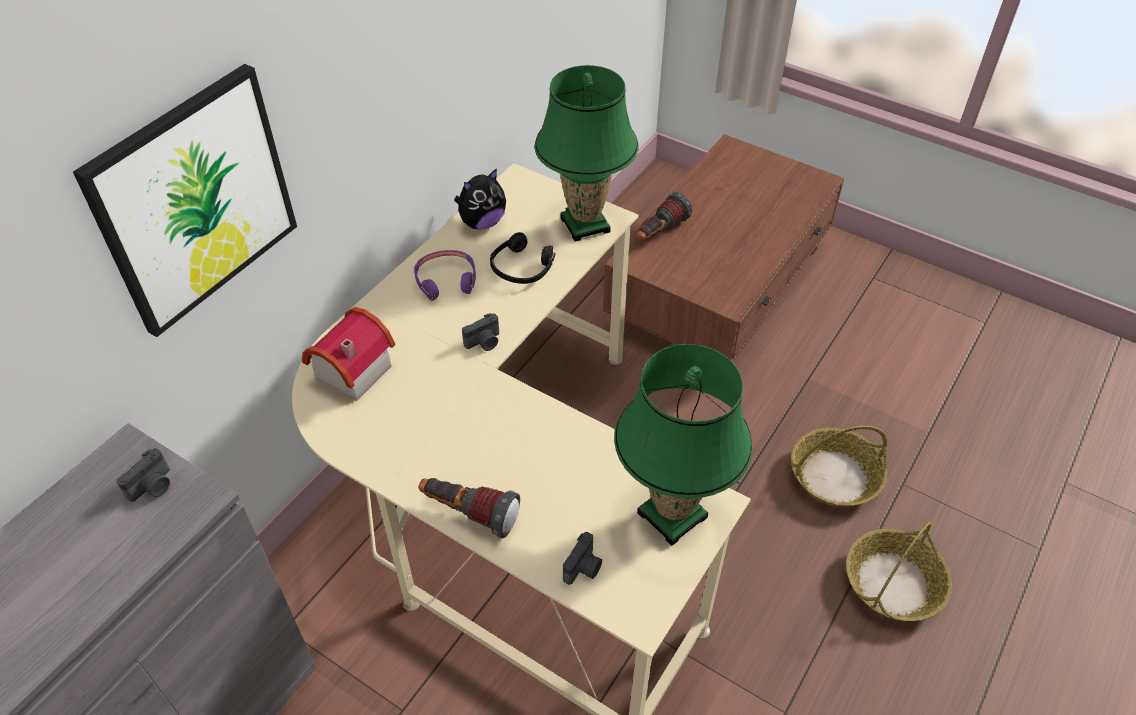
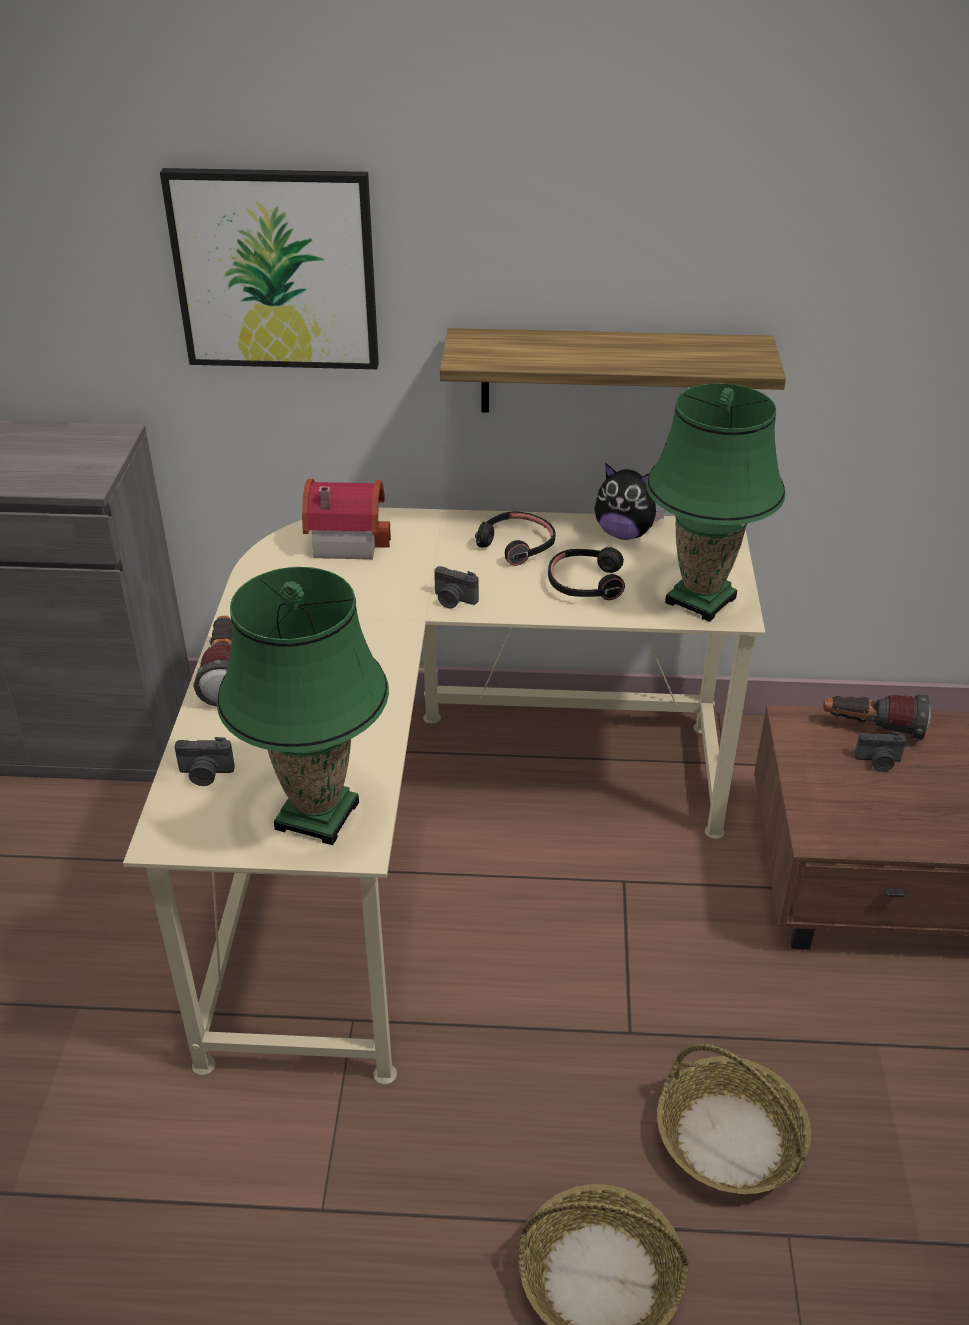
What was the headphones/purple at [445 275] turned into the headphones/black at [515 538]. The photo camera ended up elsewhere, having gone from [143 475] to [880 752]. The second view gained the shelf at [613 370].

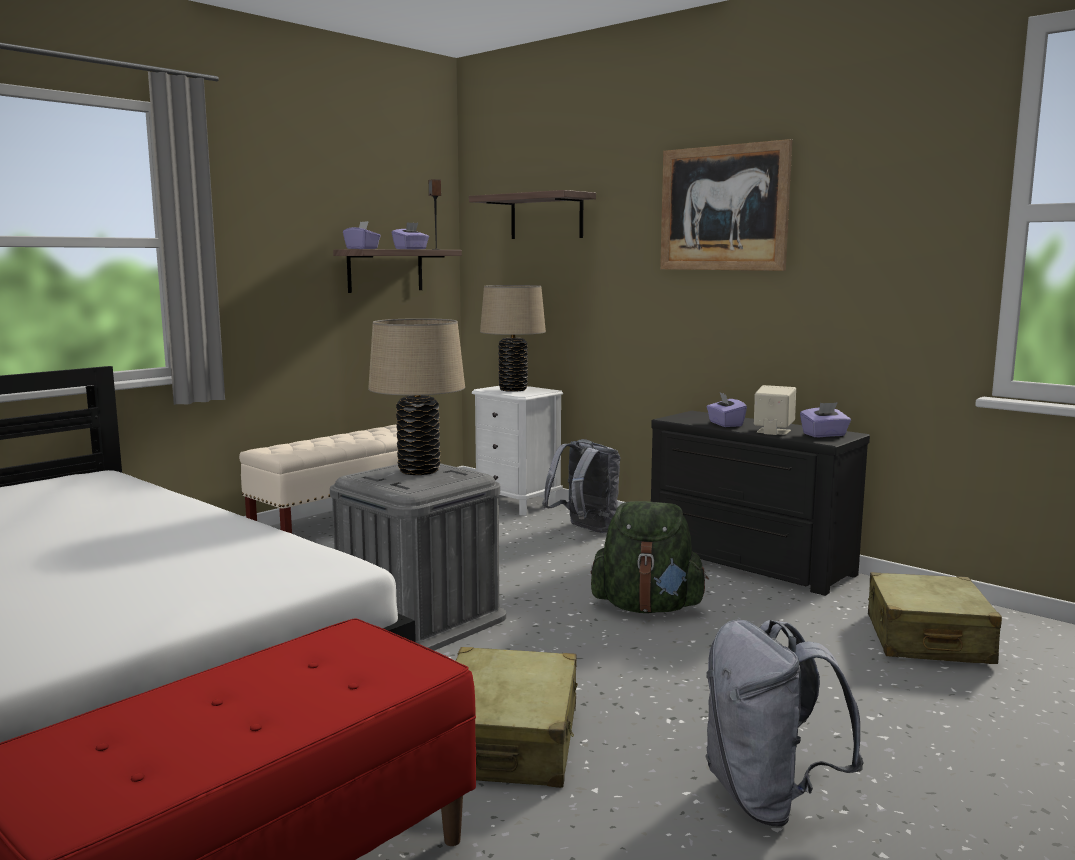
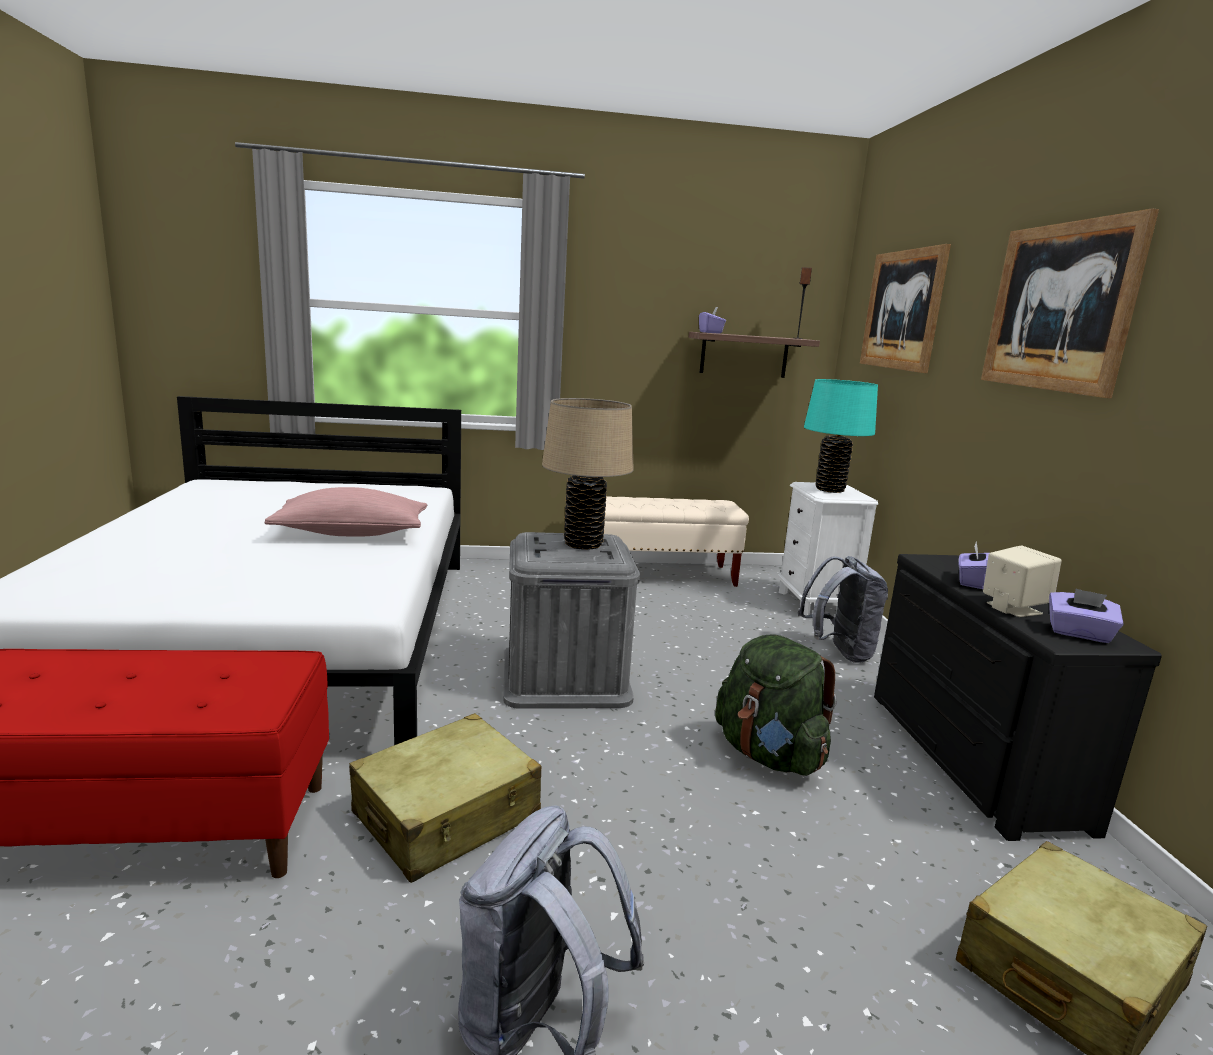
Where the shelf hung at [532 214], the picture came to hang at [905 308]. The second view lost the tissue box/purple at [410 235]. What was the table lamp/beige at [513 338] turned into the table lamp/turquoise at [841 436]. The second view gained the pillow/pink at [345 512].

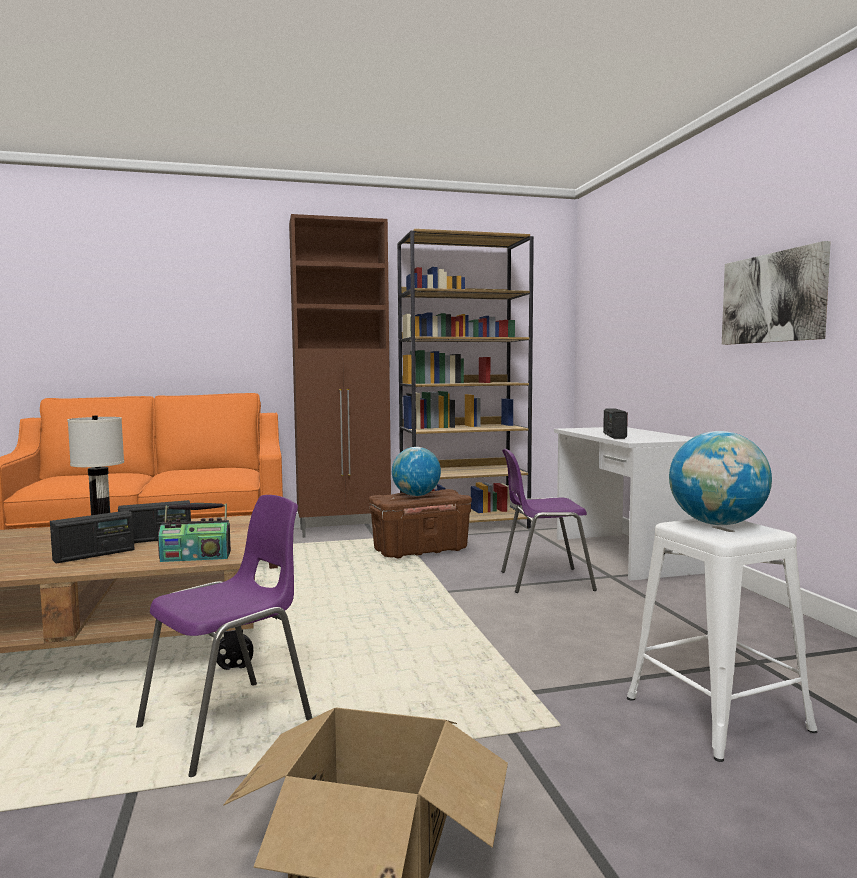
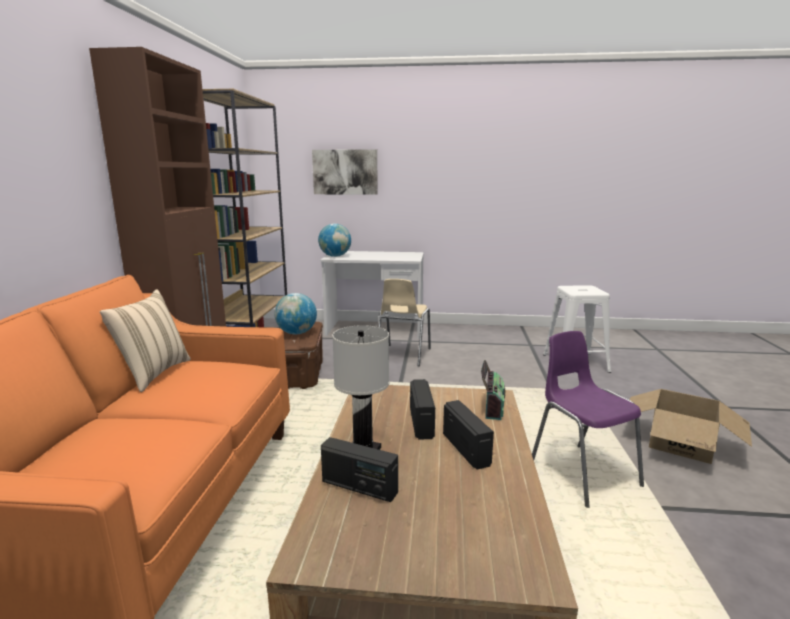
The picture ended up elsewhere, having gone from [776 293] to [345 172]. The radio ended up elsewhere, having gone from [615 423] to [359 469]. The globe ended up elsewhere, having gone from [720 478] to [334 240]. What was the chair/purple at [549 521] turned into the chair/beige at [404 322]. The second view gained the pillow/beige at [145 340].

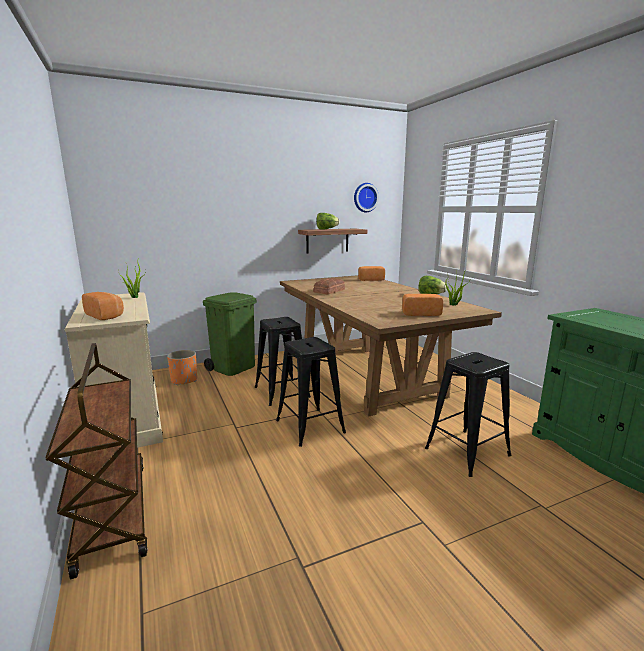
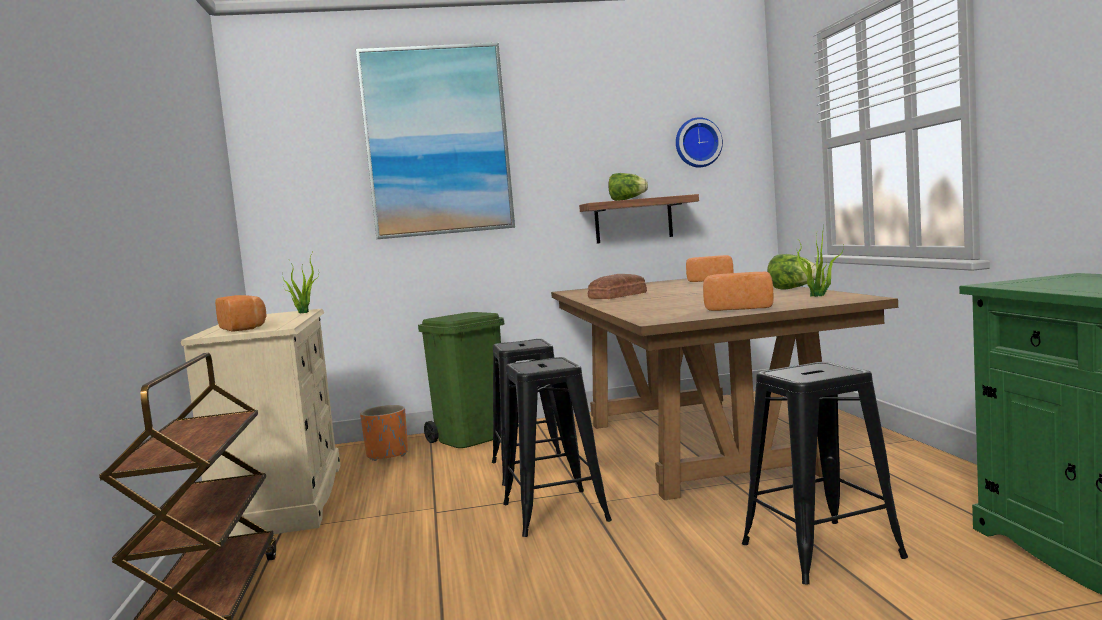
The second view gained the picture at [435 140].

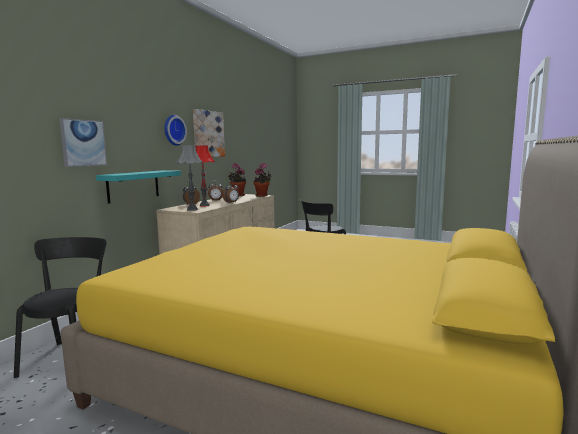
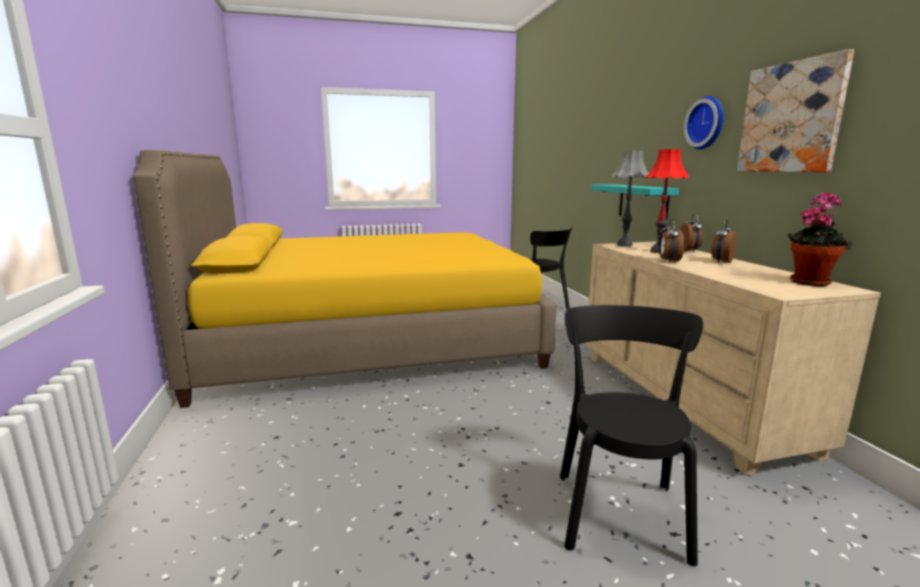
The second view lost the picture at [83 142]. The second view lost the potted plant at [263 180].

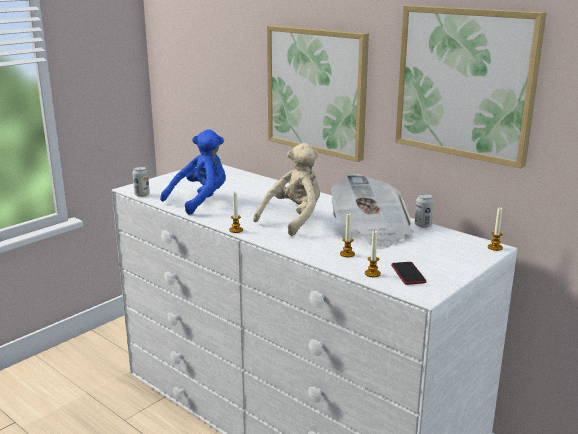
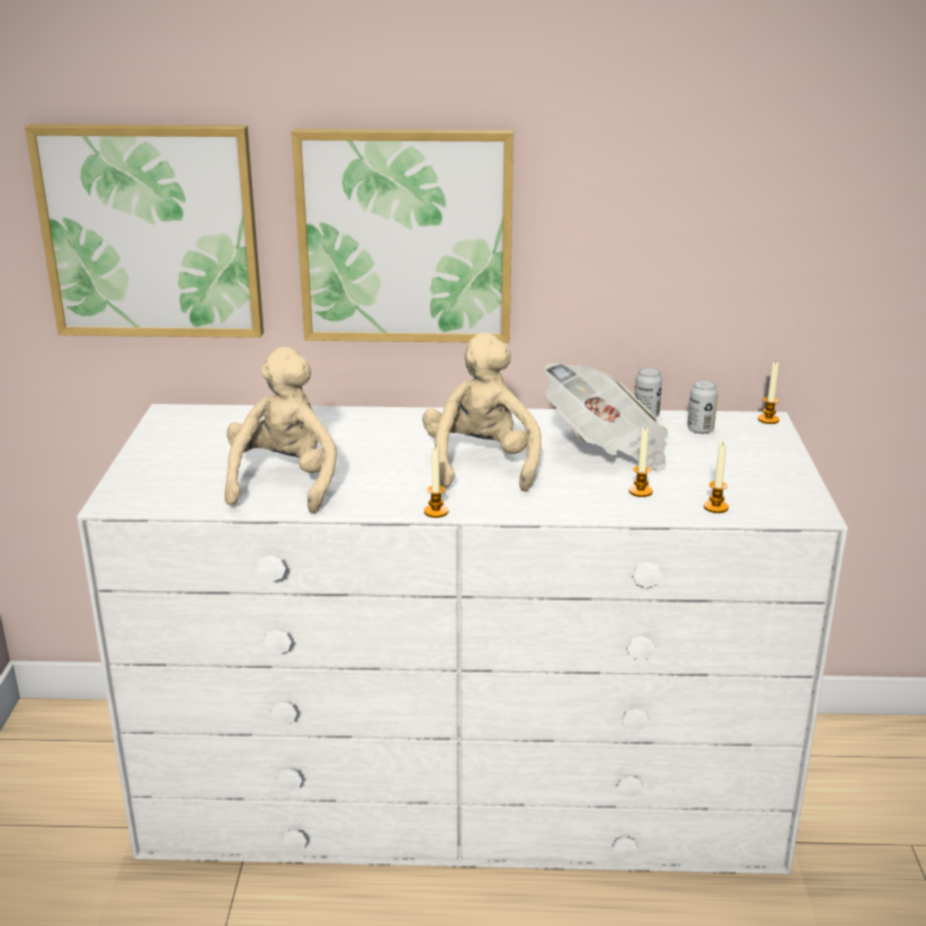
The picture ended up elsewhere, having gone from [471 86] to [144 231]. What was the plush toy/blue at [193 172] turned into the plush toy/beige at [281 430]. The can ended up elsewhere, having gone from [141 182] to [702 407]. The second view lost the phone at [409 273].

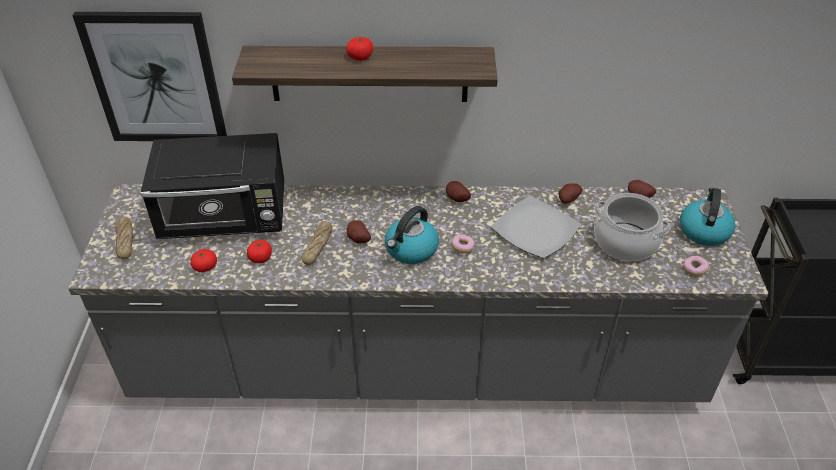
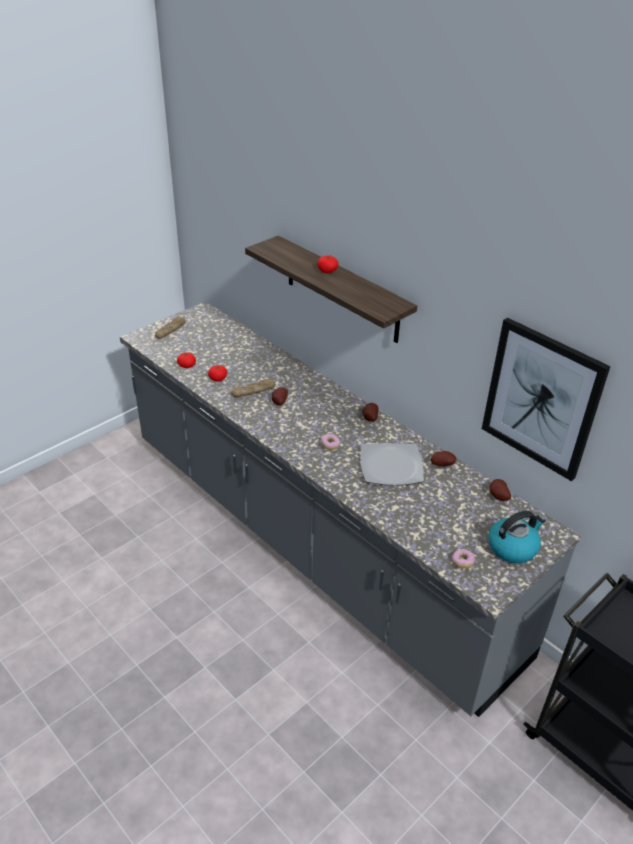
The picture ended up elsewhere, having gone from [149 76] to [546 399]. The second view lost the microwave/black at [212 186]. The second view lost the cooking pot at [632 227]. The second view lost the kettle at [412 235].

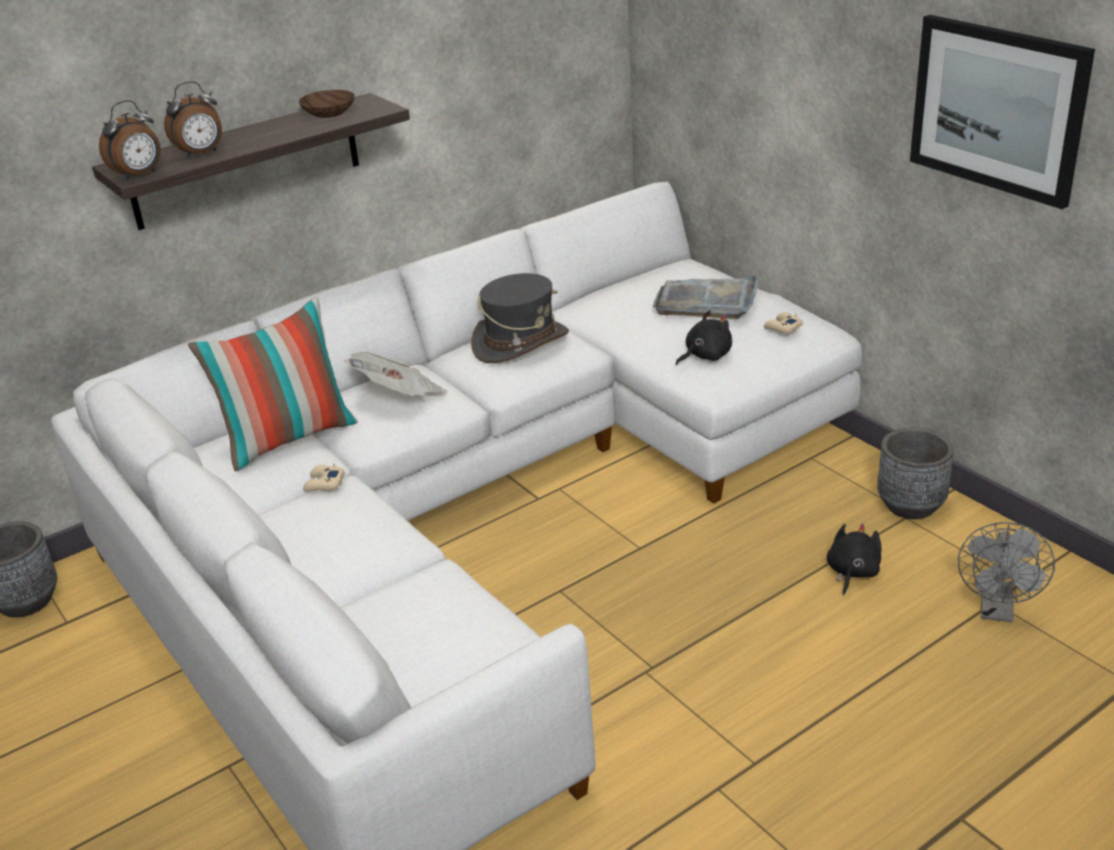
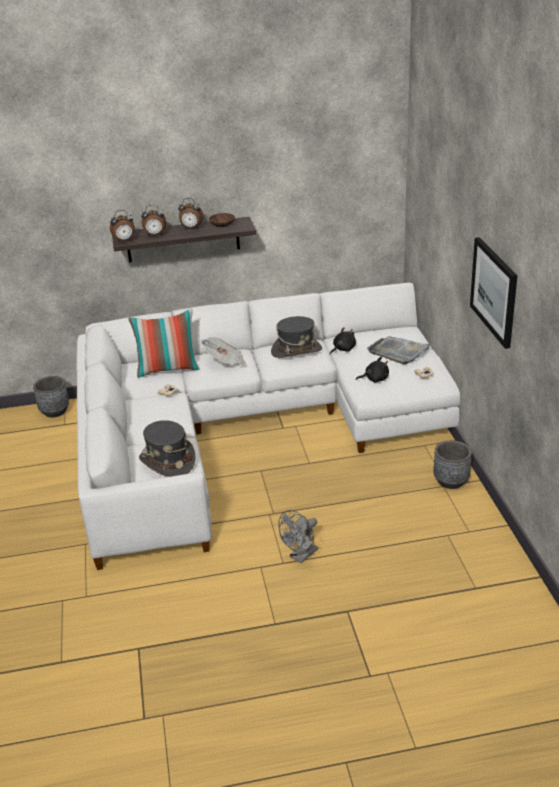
The fan/grey ended up elsewhere, having gone from [1006 572] to [298 536]. The plush toy/black ended up elsewhere, having gone from [854 559] to [343 340]. The second view gained the alarm clock at [190 213]. The second view gained the hat/grey at [167 448].

